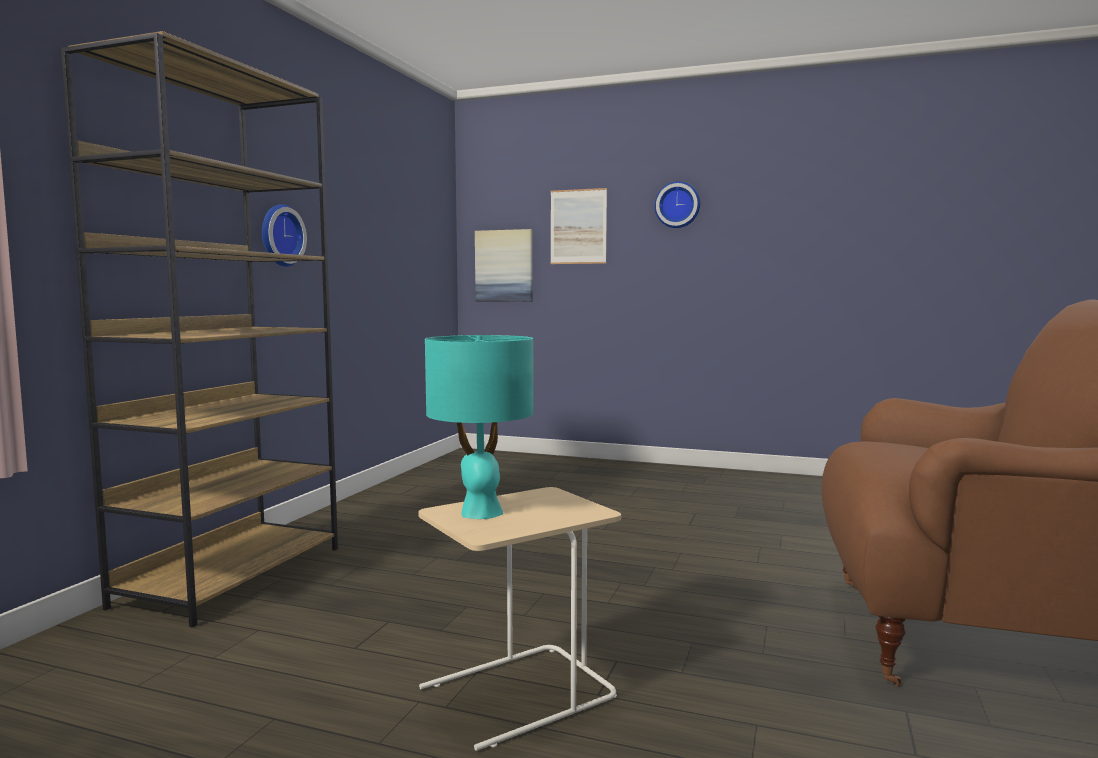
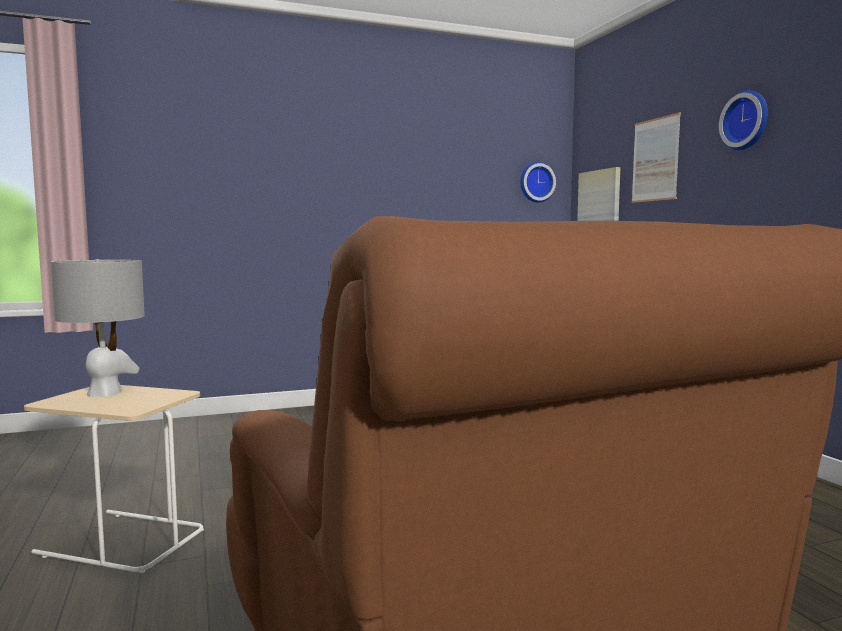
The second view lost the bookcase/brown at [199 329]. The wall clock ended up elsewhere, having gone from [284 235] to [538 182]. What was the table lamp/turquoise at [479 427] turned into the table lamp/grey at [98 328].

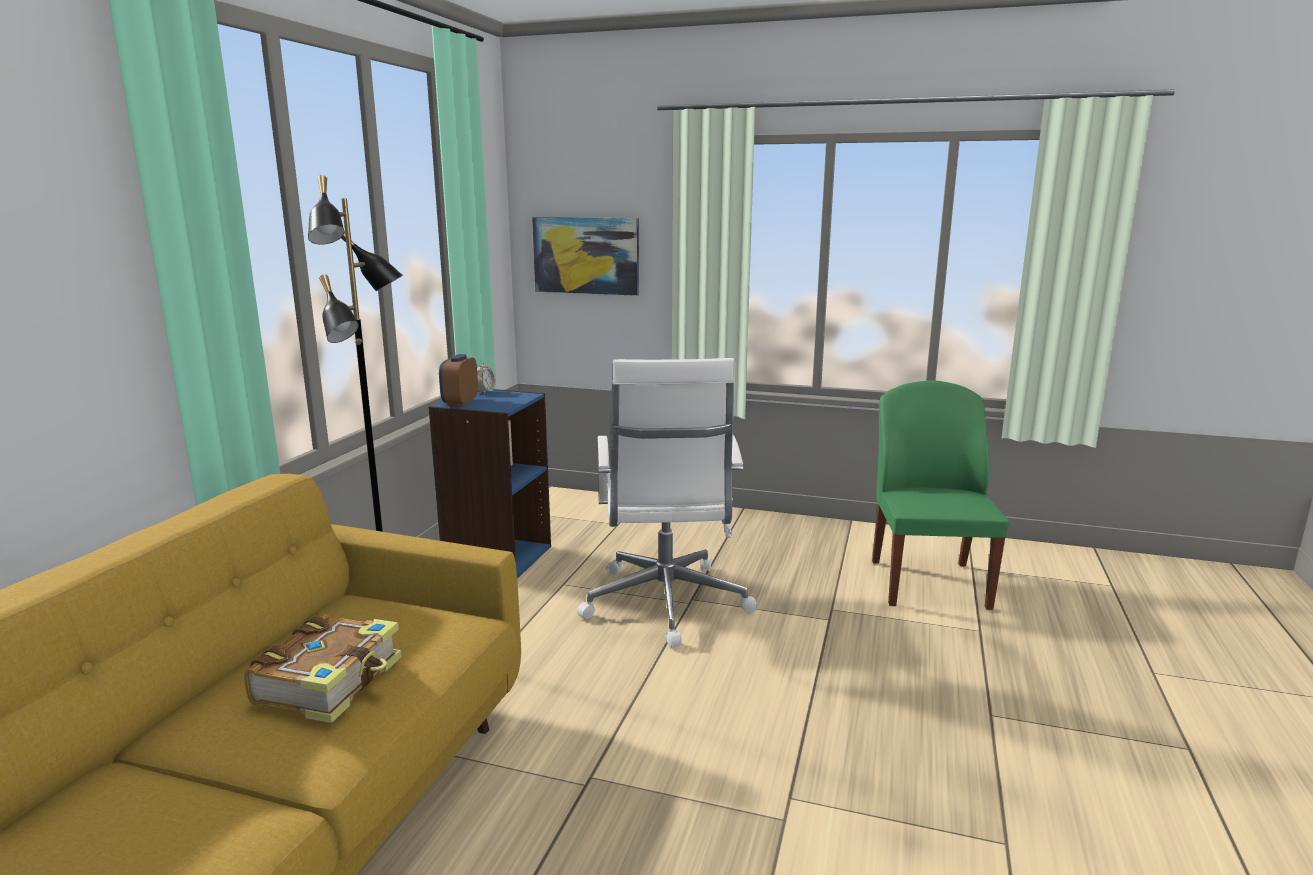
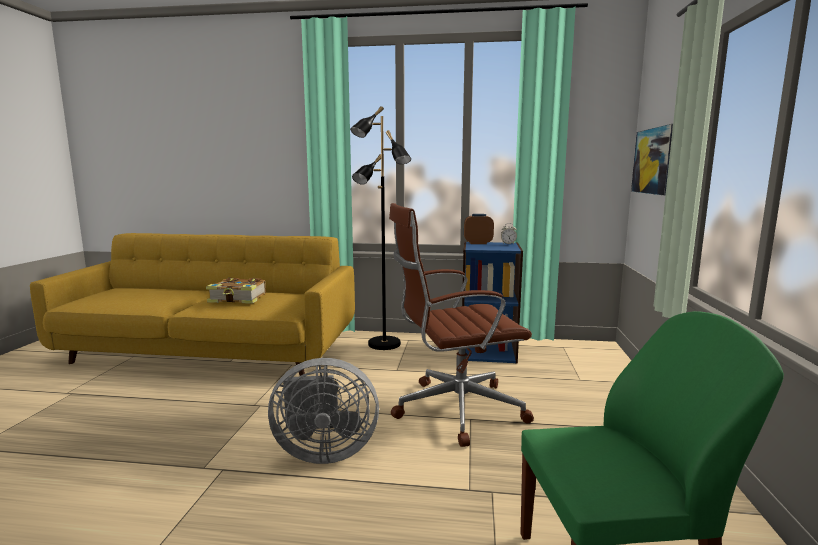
What was the office chair/white at [667 503] turned into the office chair/brown at [461 325]. The second view gained the fan/grey at [323 411].

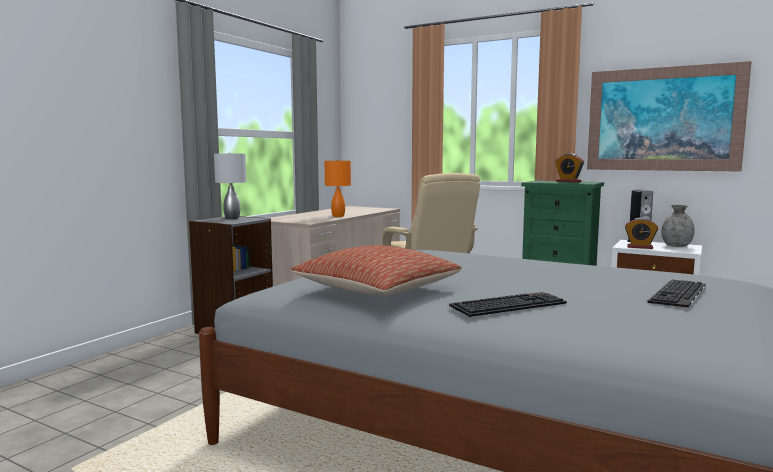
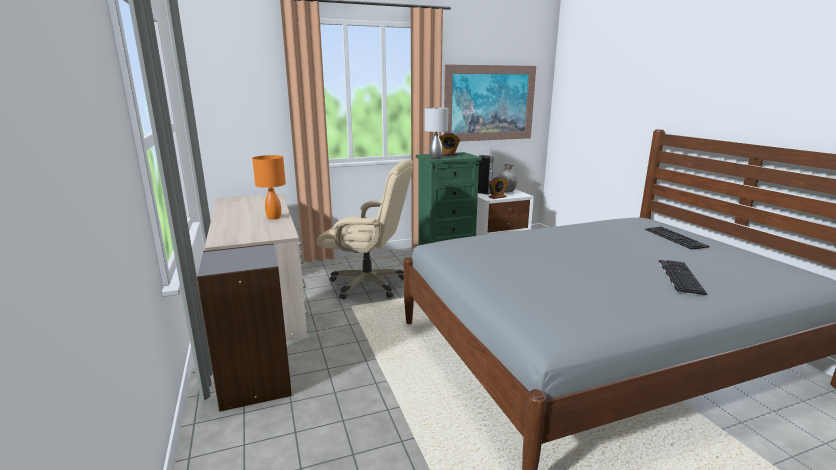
The table lamp/grey ended up elsewhere, having gone from [230 185] to [436 133]. The second view lost the pillow at [376 270].

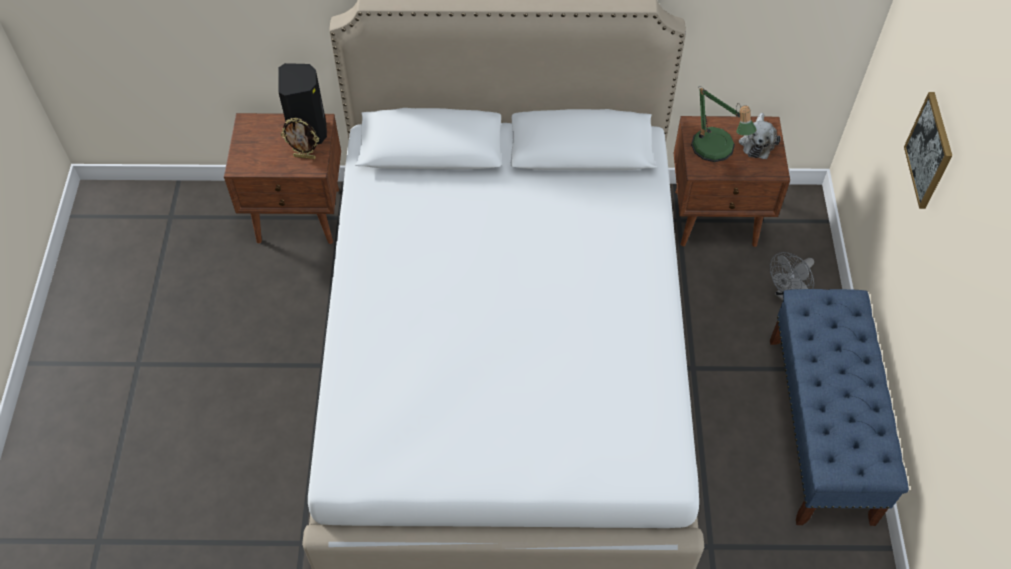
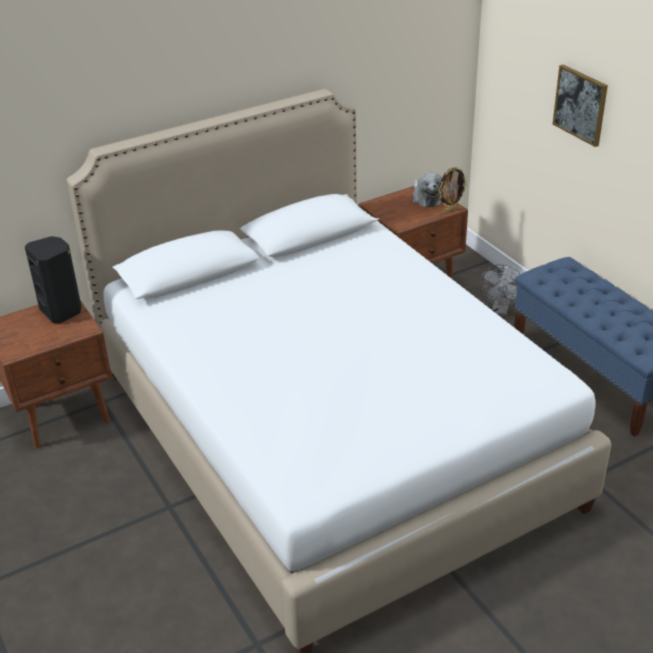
The second view lost the table lamp at [724 124]. The picture frame ended up elsewhere, having gone from [299 138] to [452 190].

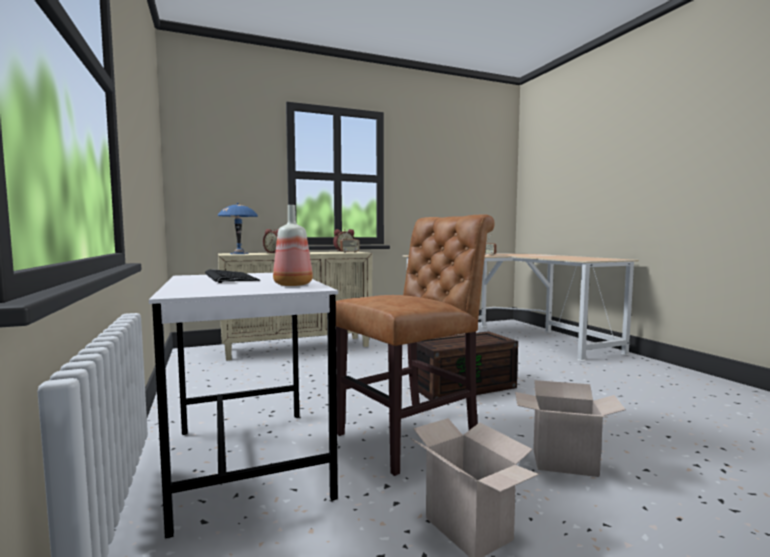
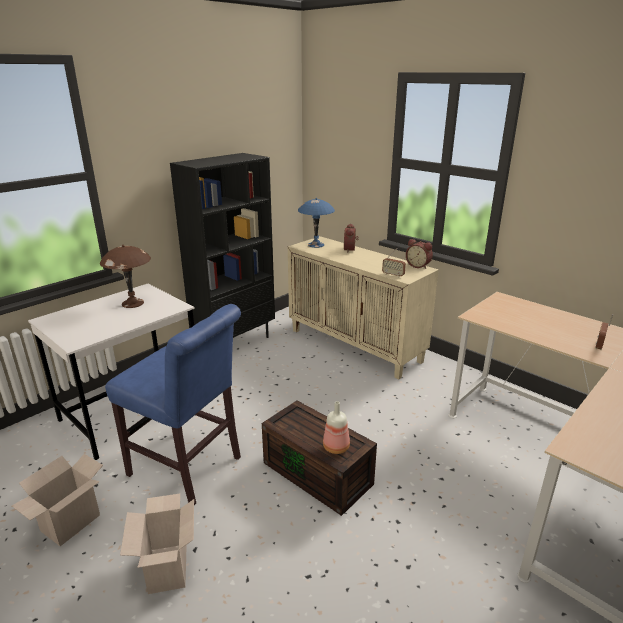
The bottle ended up elsewhere, having gone from [293 245] to [336 427]. What was the chair/brown at [415 345] turned into the chair/blue at [173 404]. Where the keyboard stood at [232 276], the table lamp/brown came to stand at [125 276]. The second view gained the bookcase/black at [222 245].

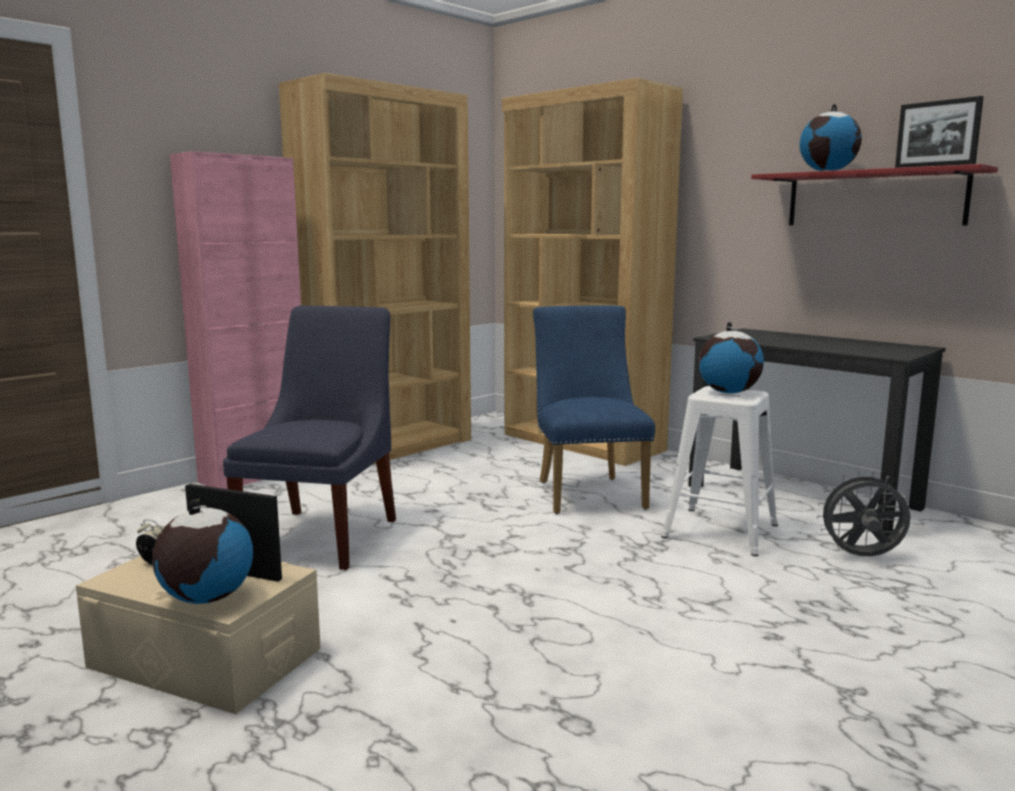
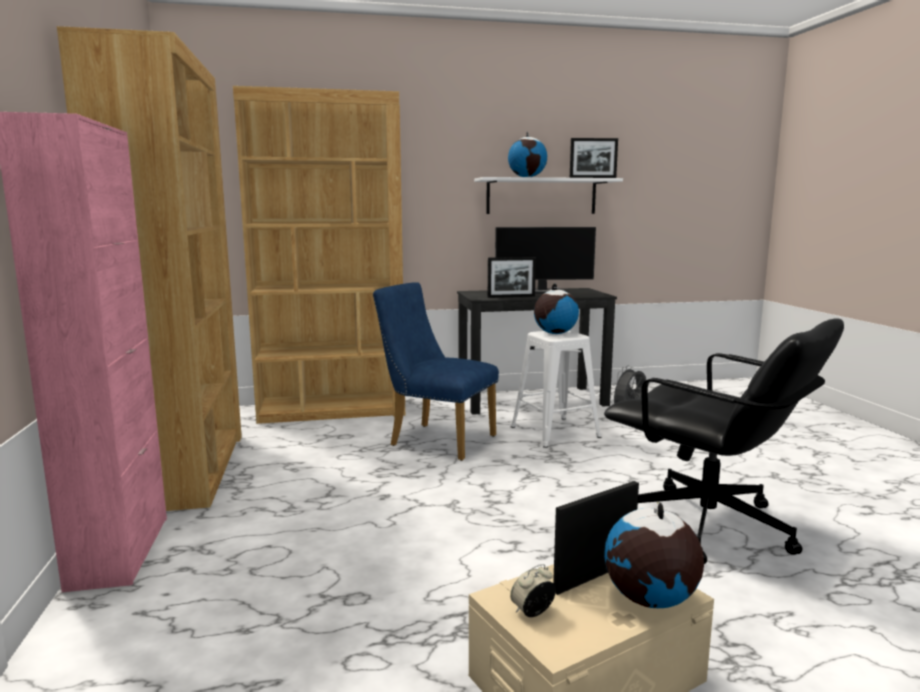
What was the shelf/red at [874 195] turned into the shelf/white at [548 195]. The second view lost the chair/blue at [309 438]. The second view gained the monitor at [545 260]. The second view gained the picture frame at [512 277]. The second view gained the office chair/black at [724 441].

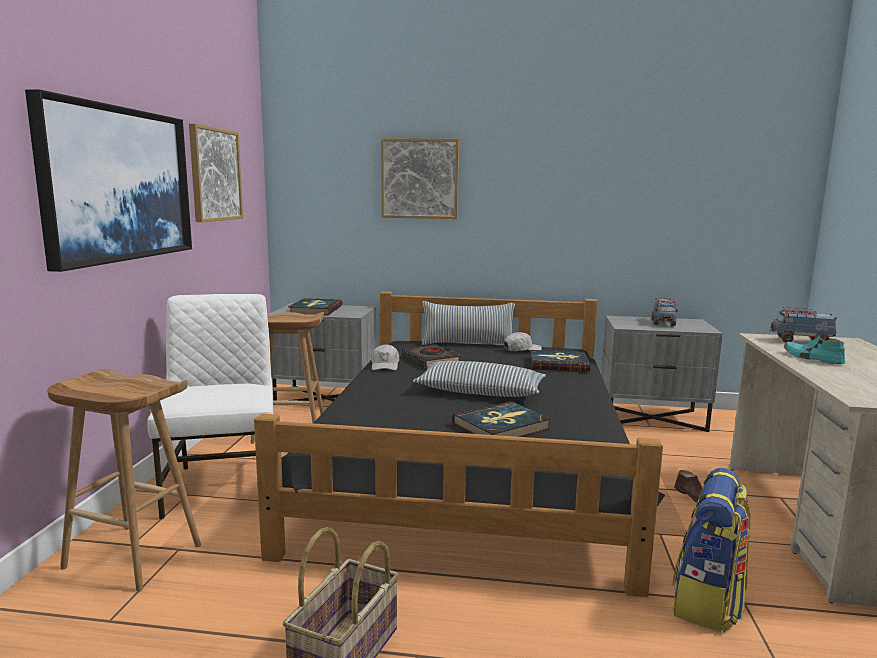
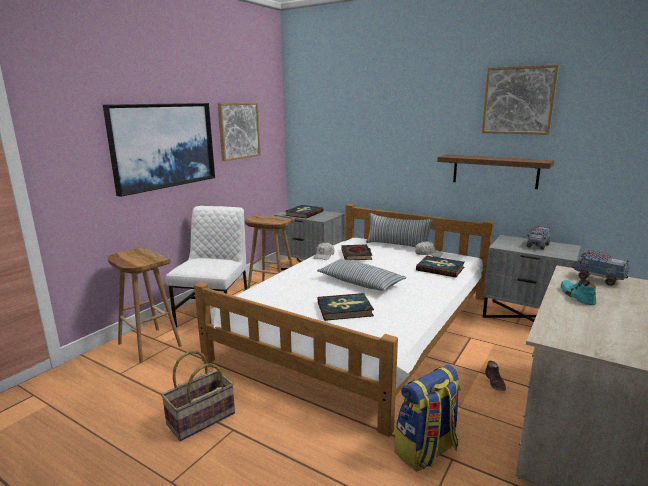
The picture ended up elsewhere, having gone from [420 178] to [520 100]. What was the bed/black at [459 444] turned into the bed/white at [343 320]. The second view gained the shelf/brown at [495 171].

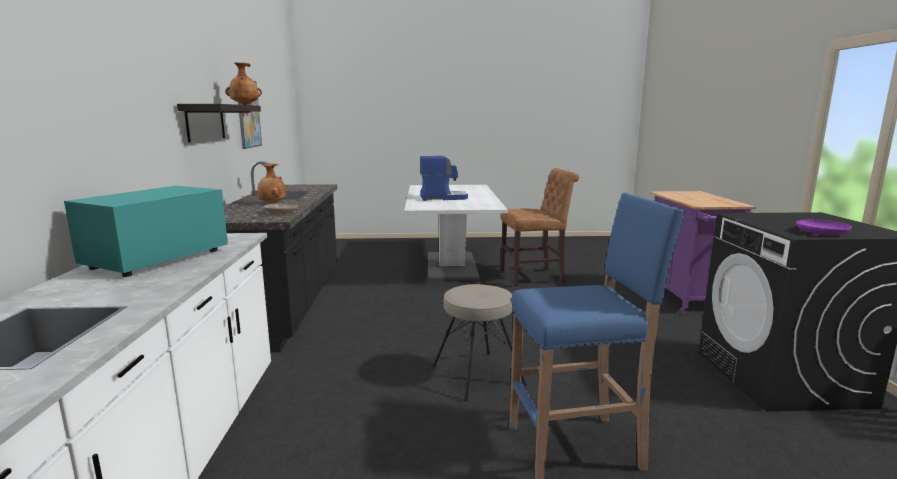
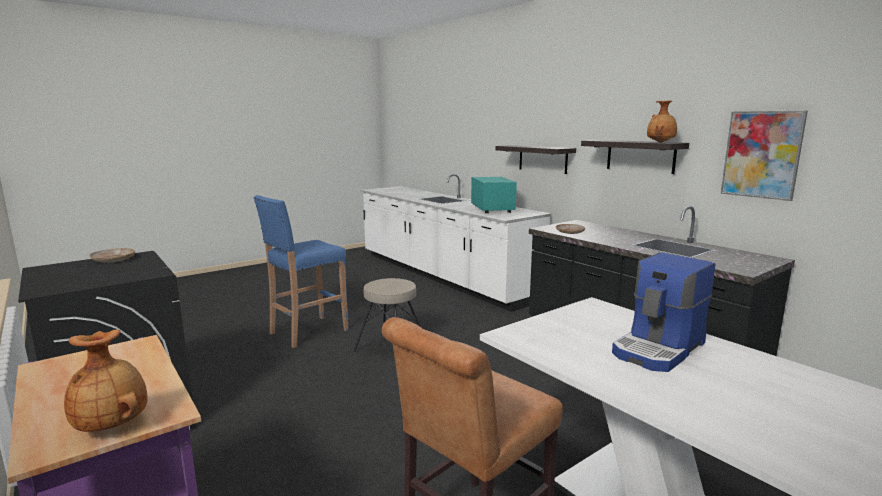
The vase/brown ended up elsewhere, having gone from [271 184] to [106 381]. What was the plate/purple at [824 227] turned into the plate/beige at [112 255]. The second view gained the shelf at [535 159].

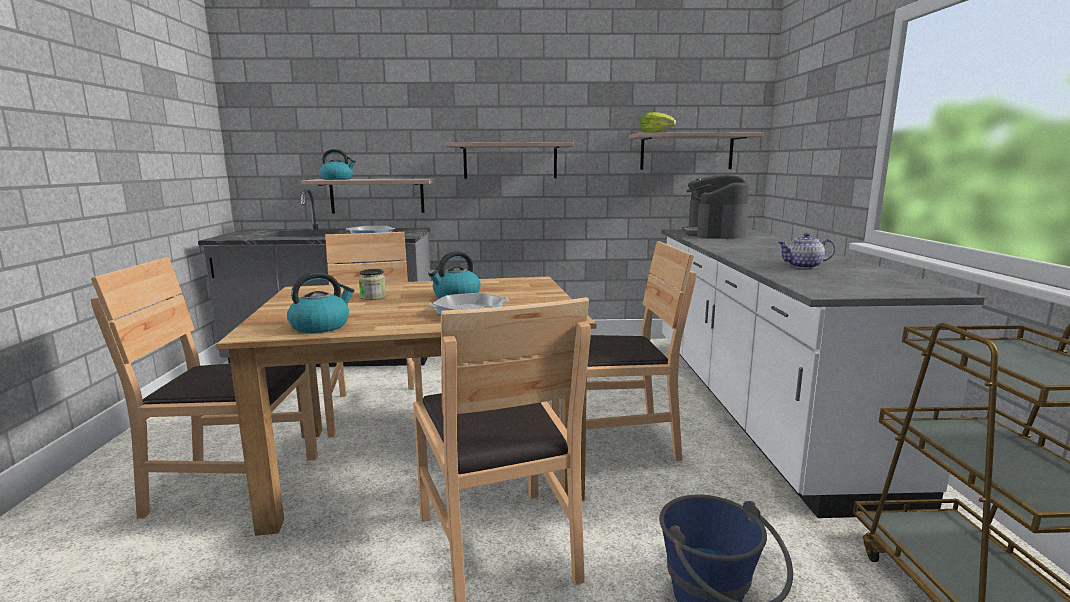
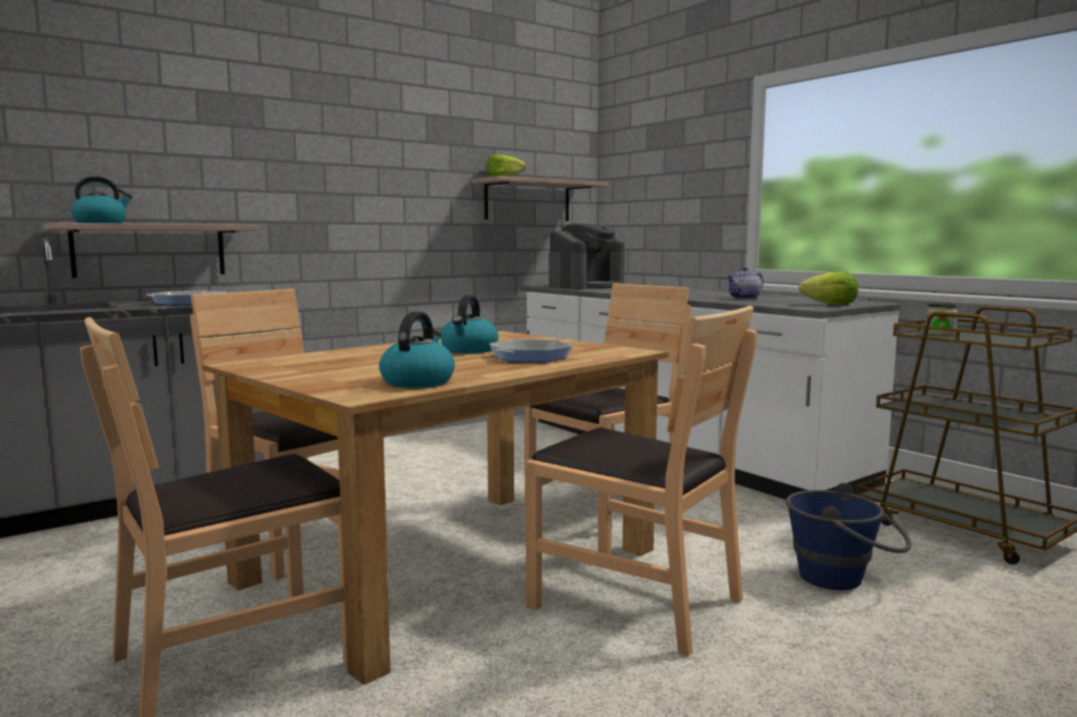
The second view lost the shelf at [509 160]. The coffee machine at [715 207] ended up facing another way, 105 degrees counterclockwise from before. The jar ended up elsewhere, having gone from [373 284] to [941 319]. The second view gained the lettuce at [828 288].

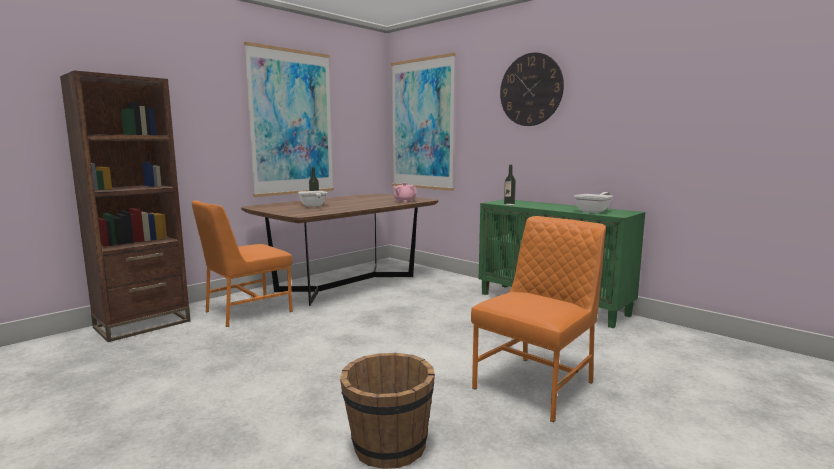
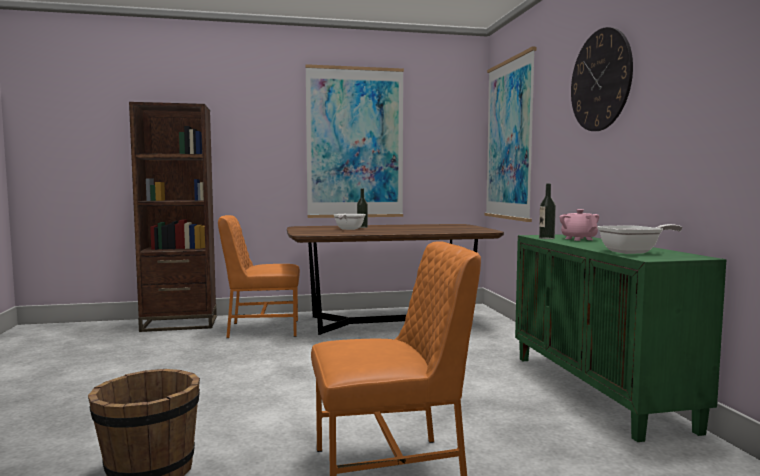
The teapot/pink ended up elsewhere, having gone from [405 193] to [579 225].

